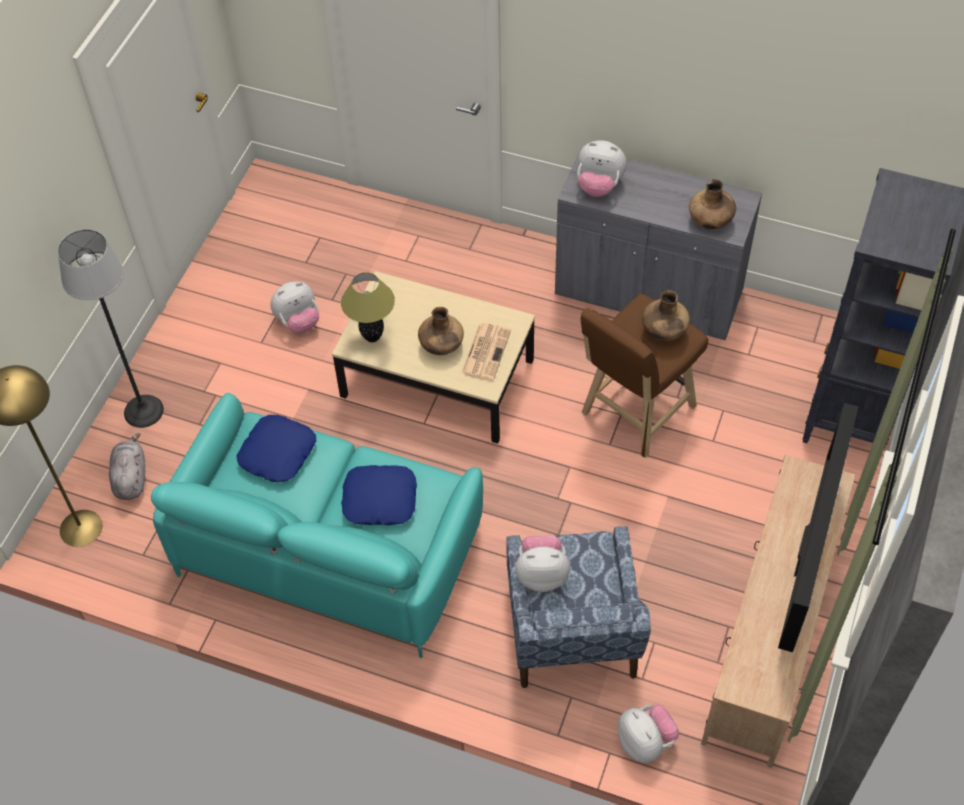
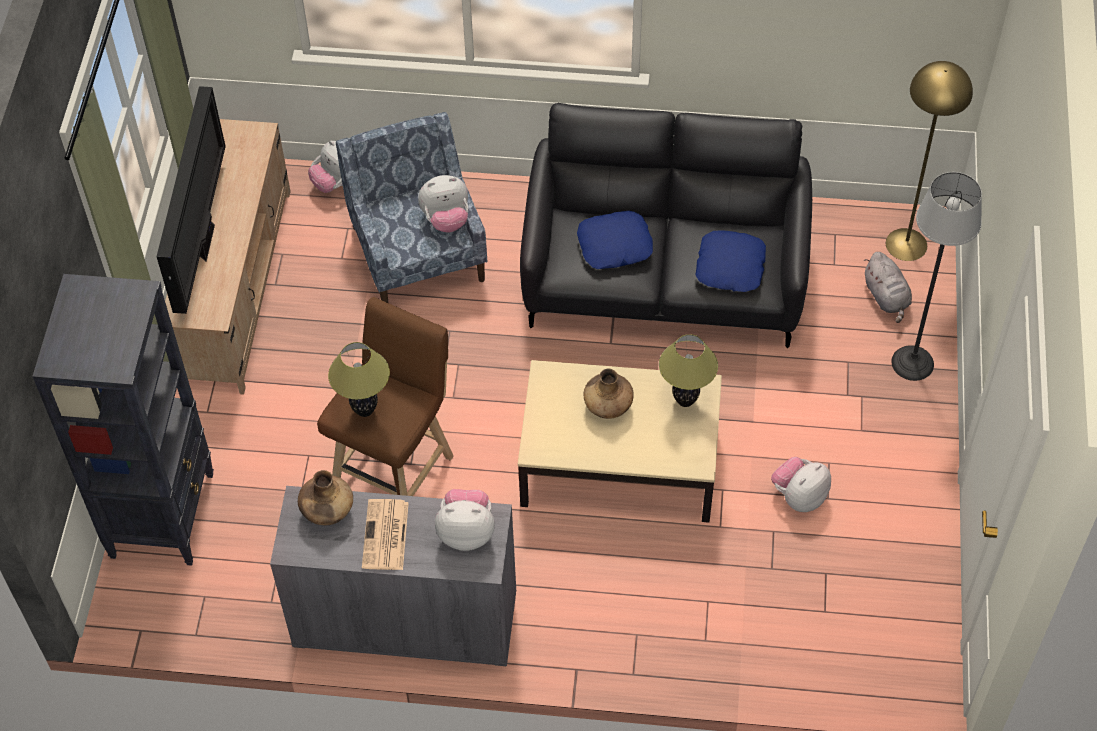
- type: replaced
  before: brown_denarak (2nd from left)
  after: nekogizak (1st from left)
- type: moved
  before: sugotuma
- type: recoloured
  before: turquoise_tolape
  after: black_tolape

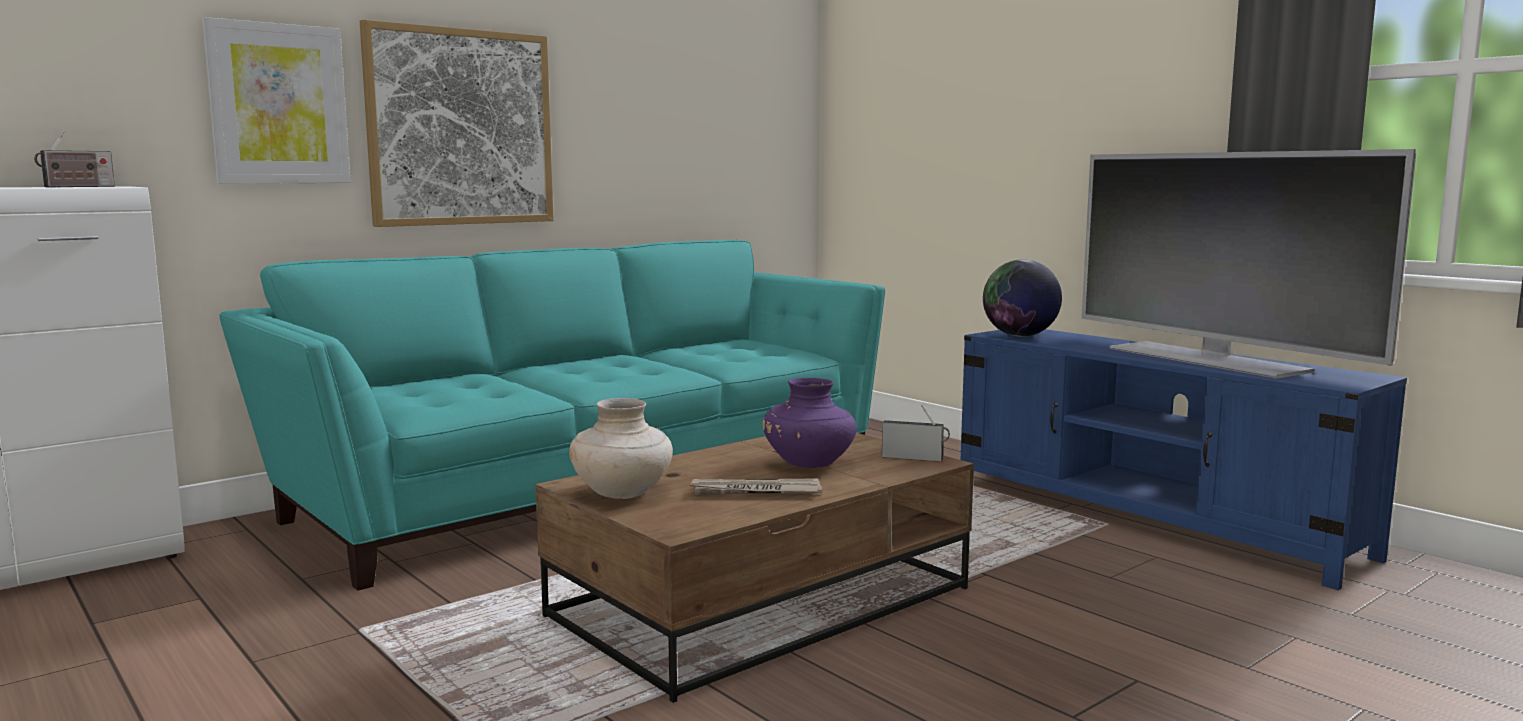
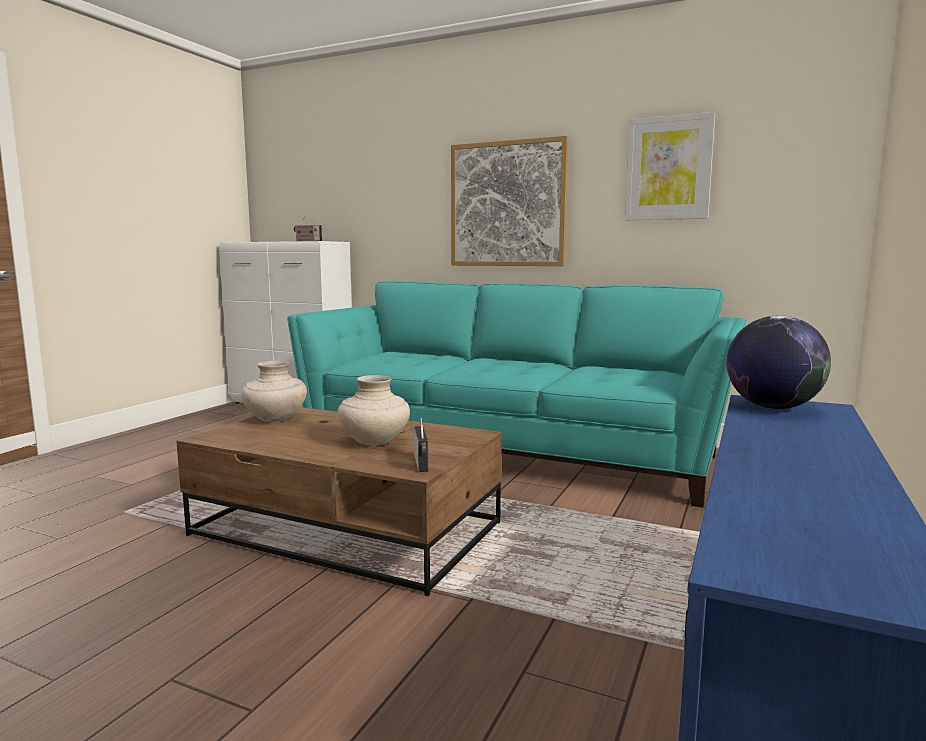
- type: moved
  before: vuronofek (1st from left in the first image)
  after: vuronofek (2nd from left)
- type: removed
  before: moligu
- type: recoloured
  before: purple_denarak
  after: beige_denarak (2nd from left)
- type: removed
  before: sugotuma

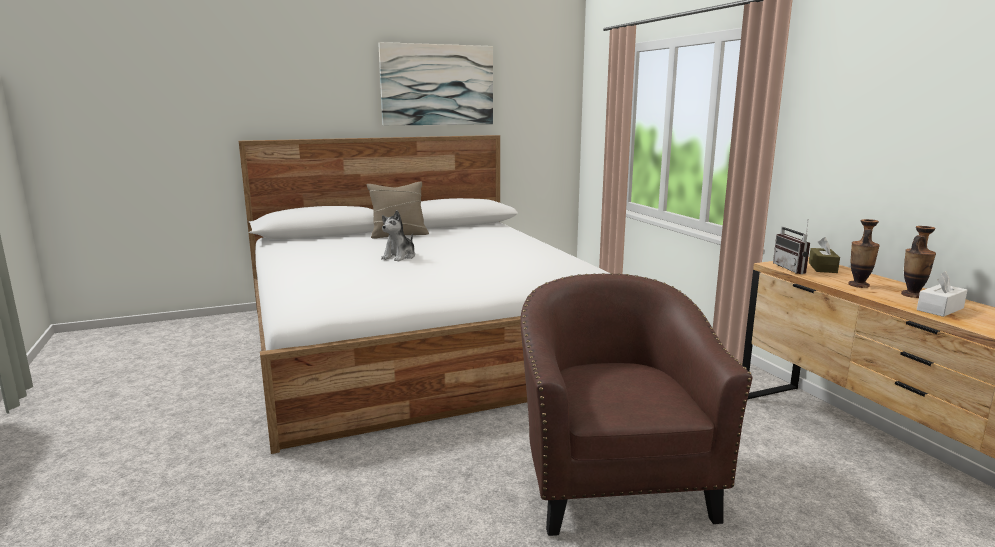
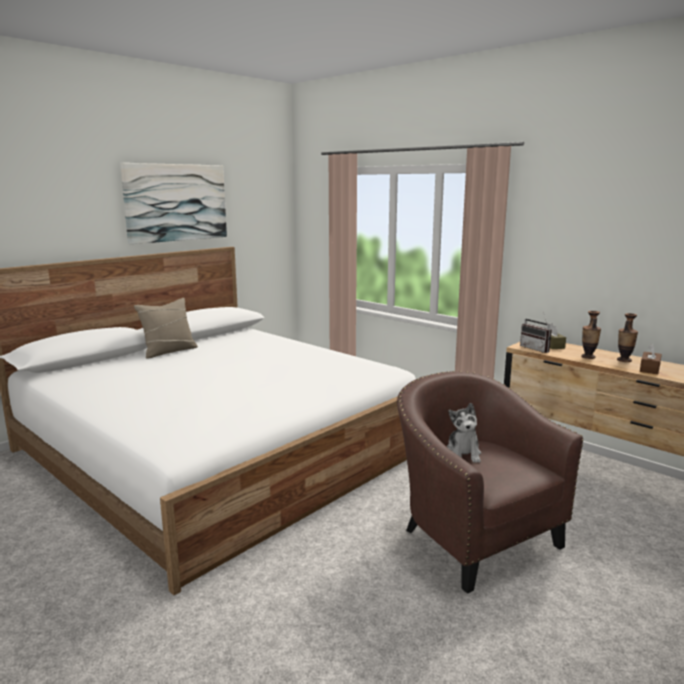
- type: moved
  before: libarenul
- type: recoloured
  before: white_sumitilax
  after: brown_sumitilax (2nd from left)

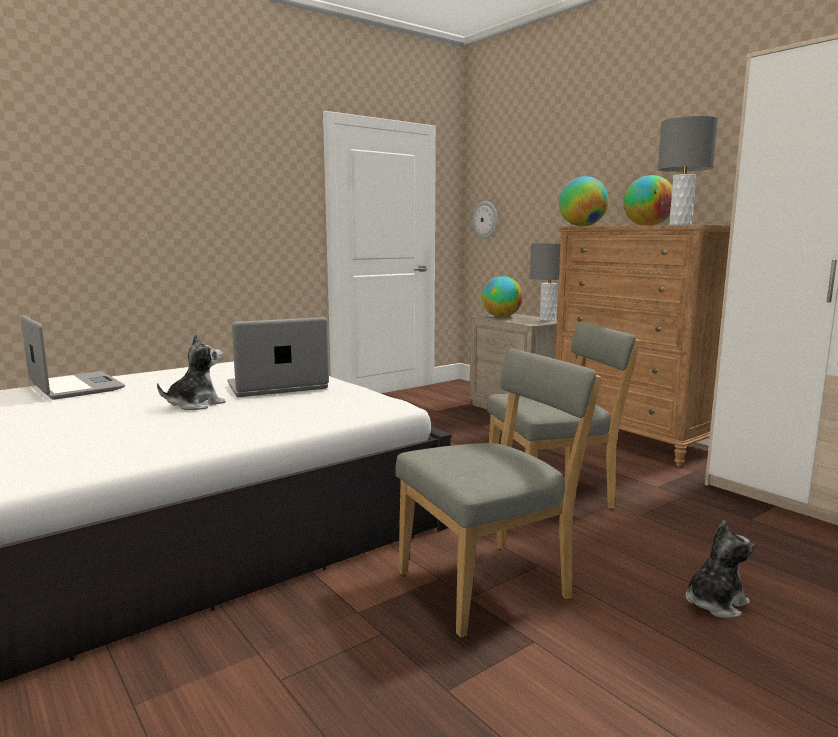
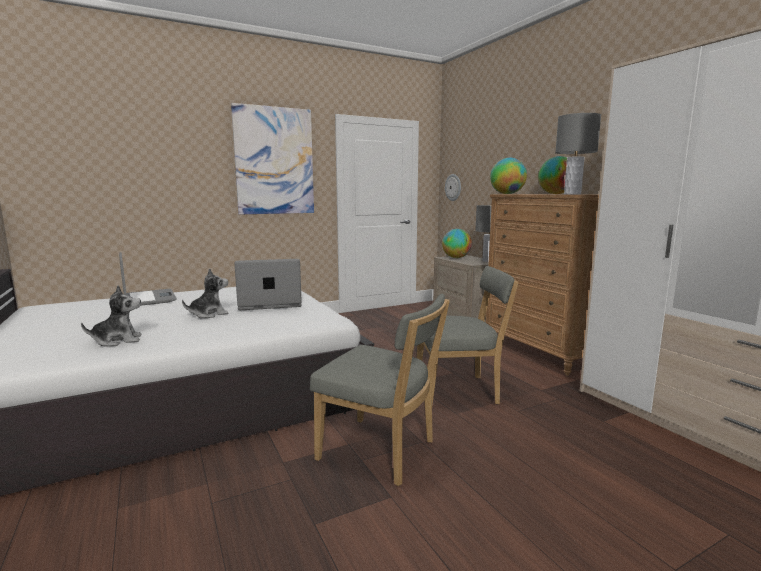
- type: turned
  before: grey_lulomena (1st from left)
  turn: 45
- type: moved
  before: libarenul (2nd from left in the first image)
  after: libarenul (1st from left)
- type: added
  after: vuronofek

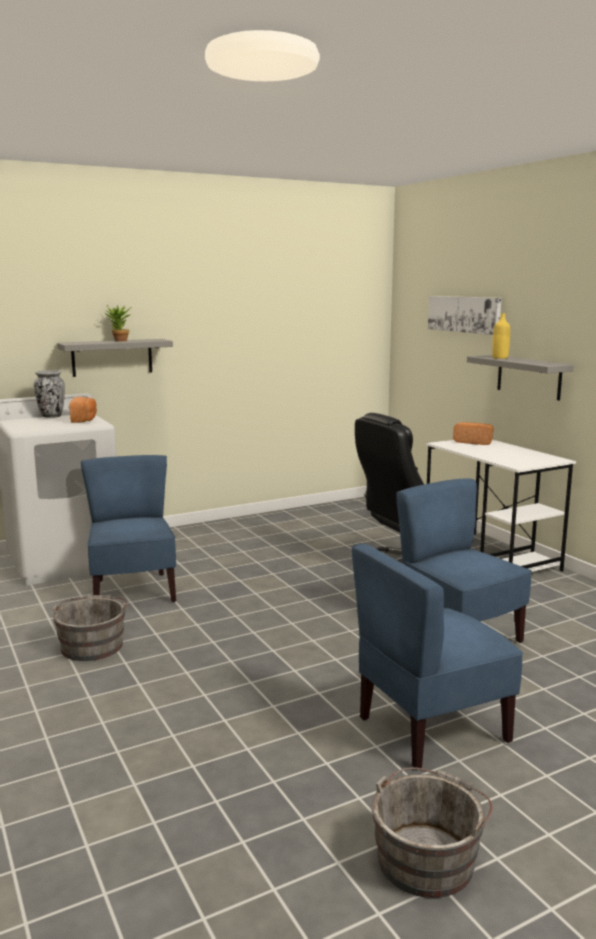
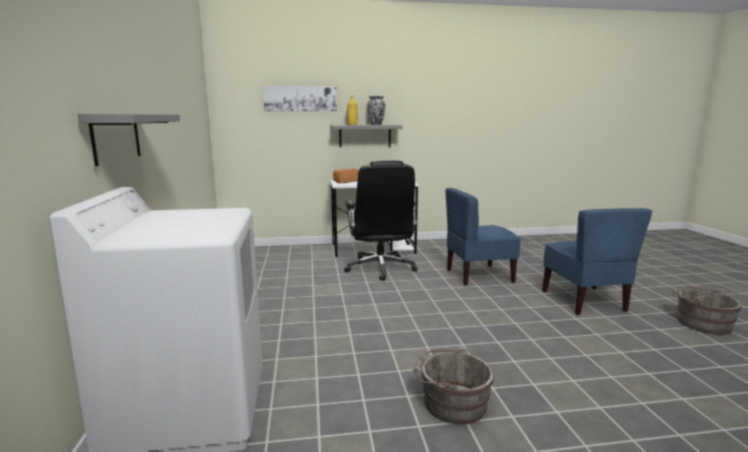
- type: removed
  before: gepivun
- type: moved
  before: denarak
- type: removed
  before: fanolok (1st from left)
- type: removed
  before: blue_lulomena (1st from left)

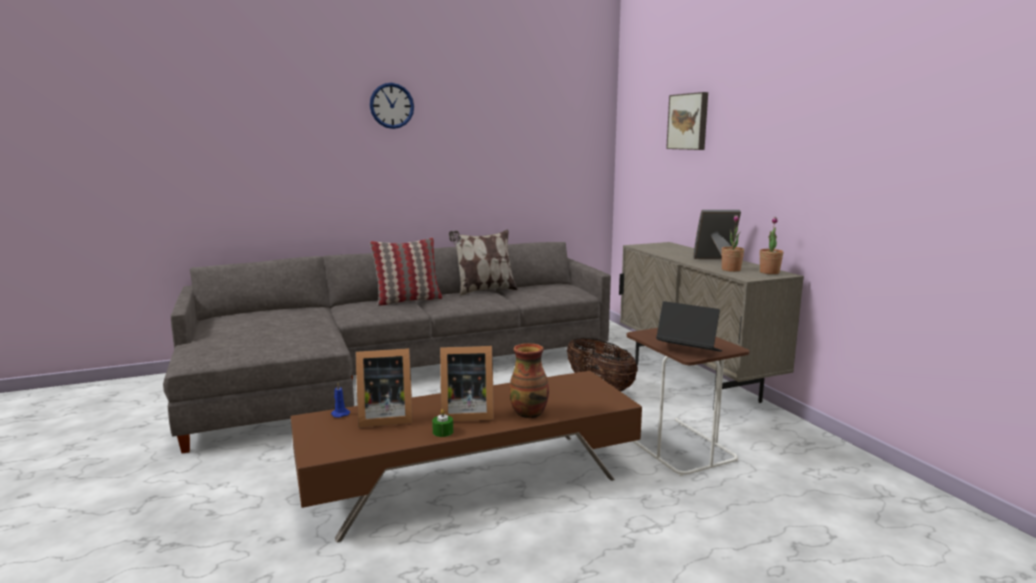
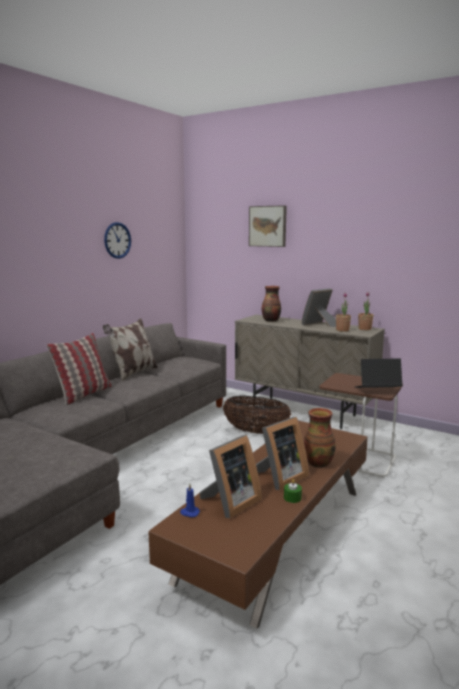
- type: moved
  before: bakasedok
- type: added
  after: denarak (1st from left)

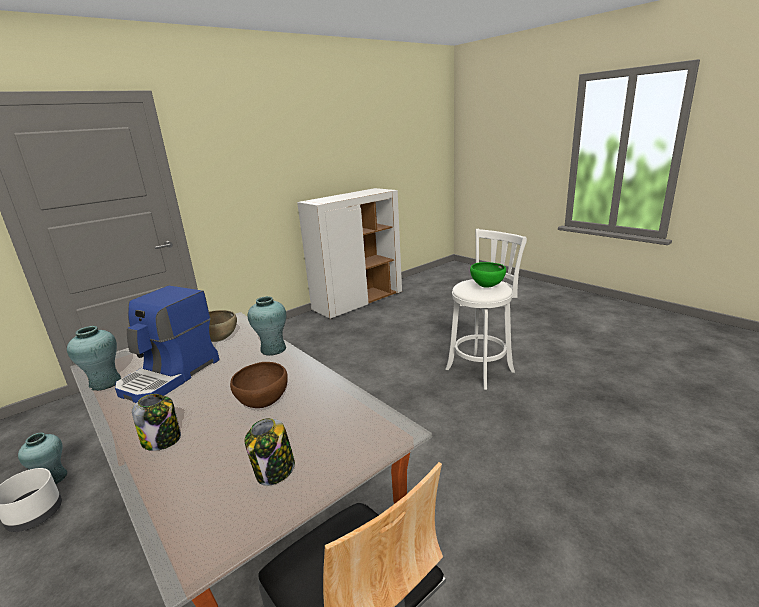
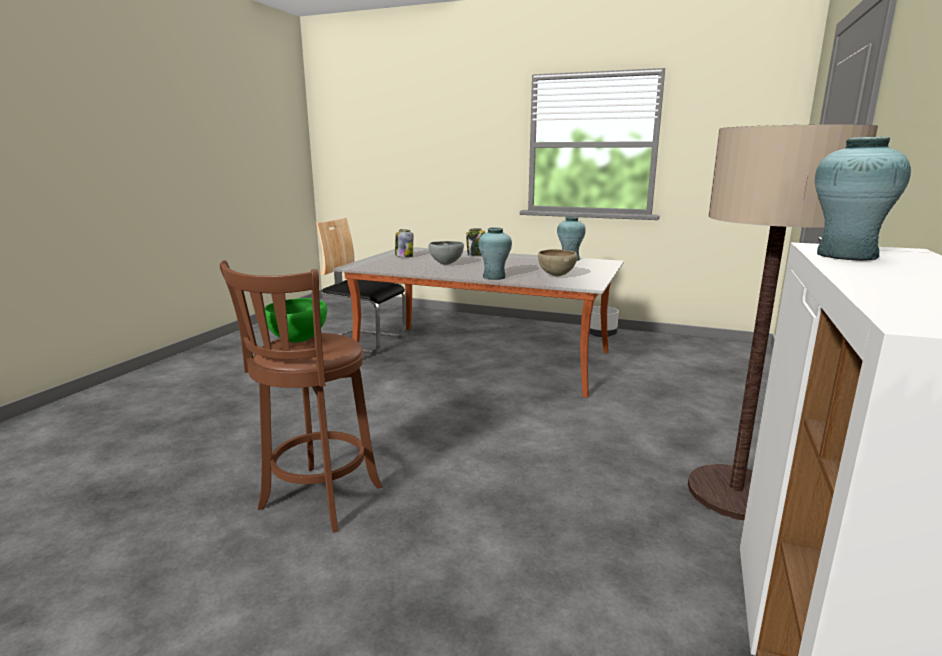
- type: recoloured
  before: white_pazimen
  after: brown_pazimen
- type: removed
  before: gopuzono
- type: recoloured
  before: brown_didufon (2nd from left)
  after: grey_didufon
- type: moved
  before: turquoise_denarak (1st from left in the first image)
  after: turquoise_denarak (3rd from left)
- type: added
  after: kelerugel

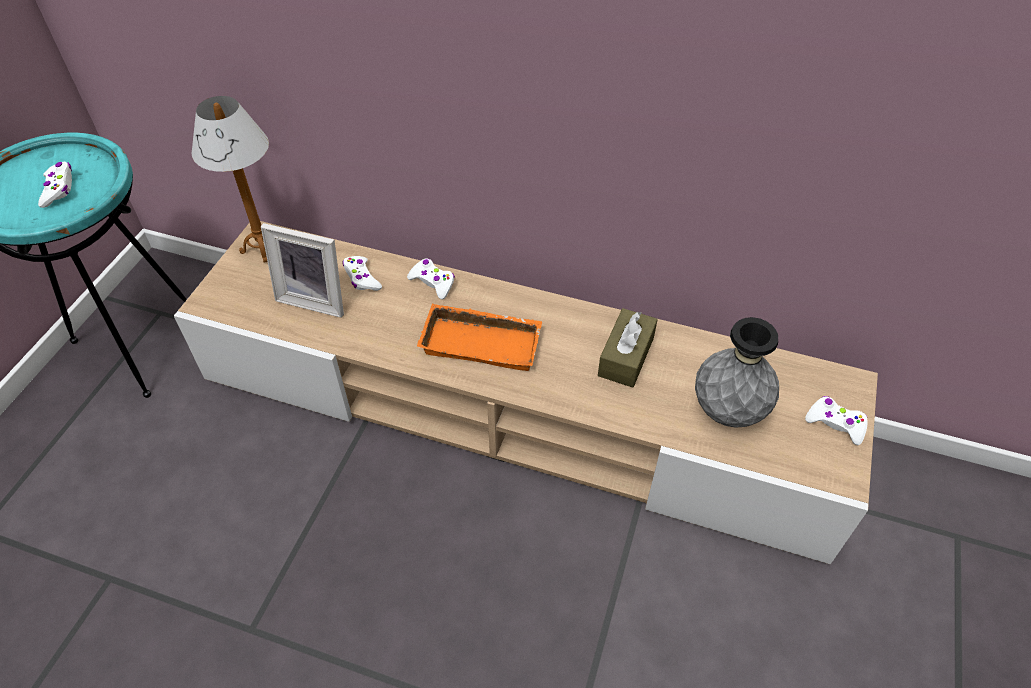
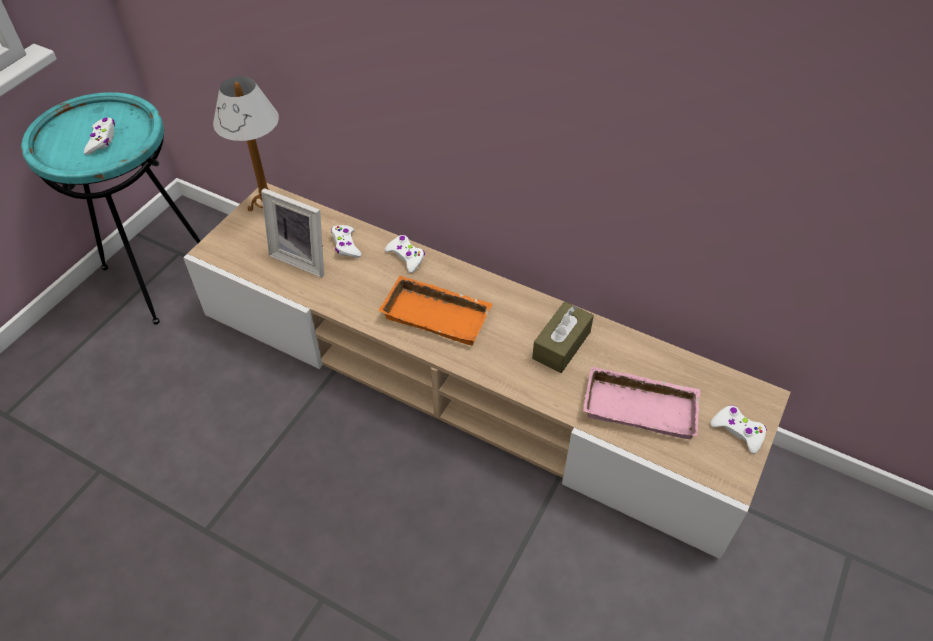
- type: replaced
  before: grey_denarak
  after: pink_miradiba

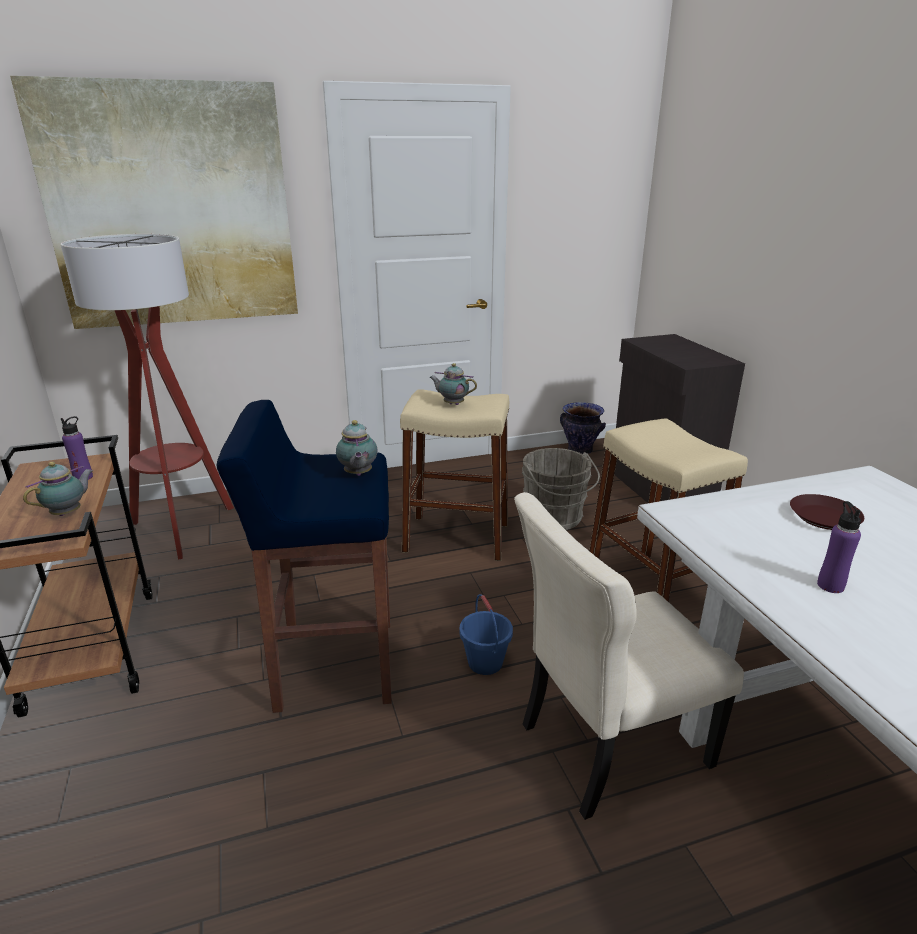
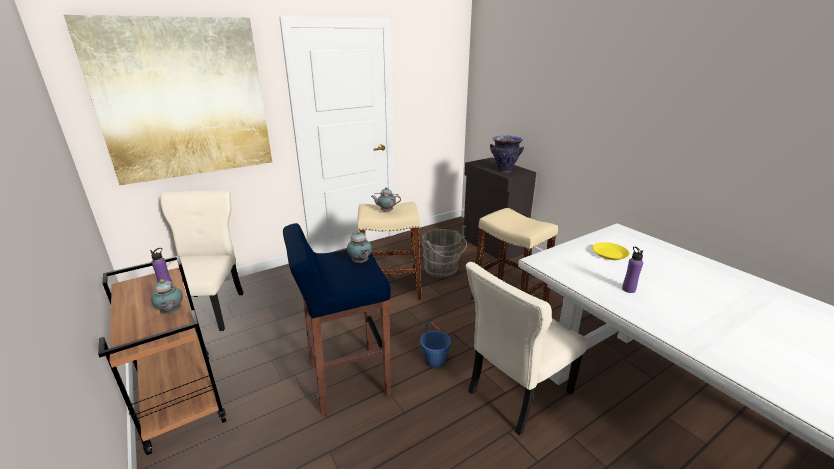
- type: replaced
  before: kelerugel
  after: beige_lulomena (1st from left)
- type: moved
  before: denarak
- type: turned
  before: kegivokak (1st from left)
  turn: 135
- type: recoloured
  before: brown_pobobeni
  after: yellow_pobobeni

